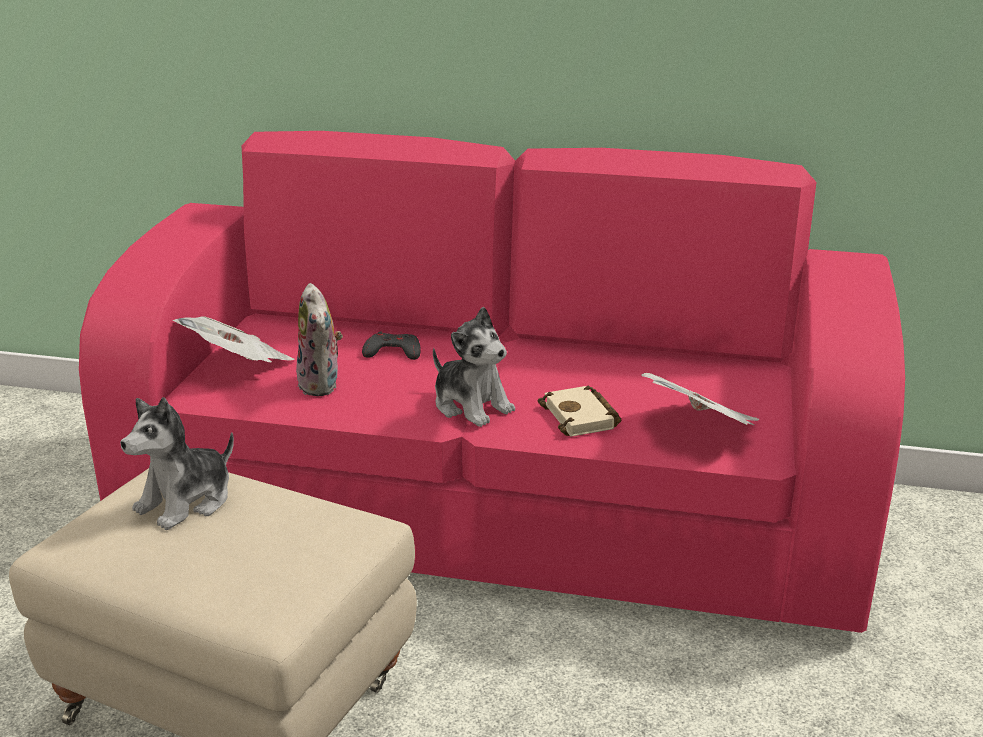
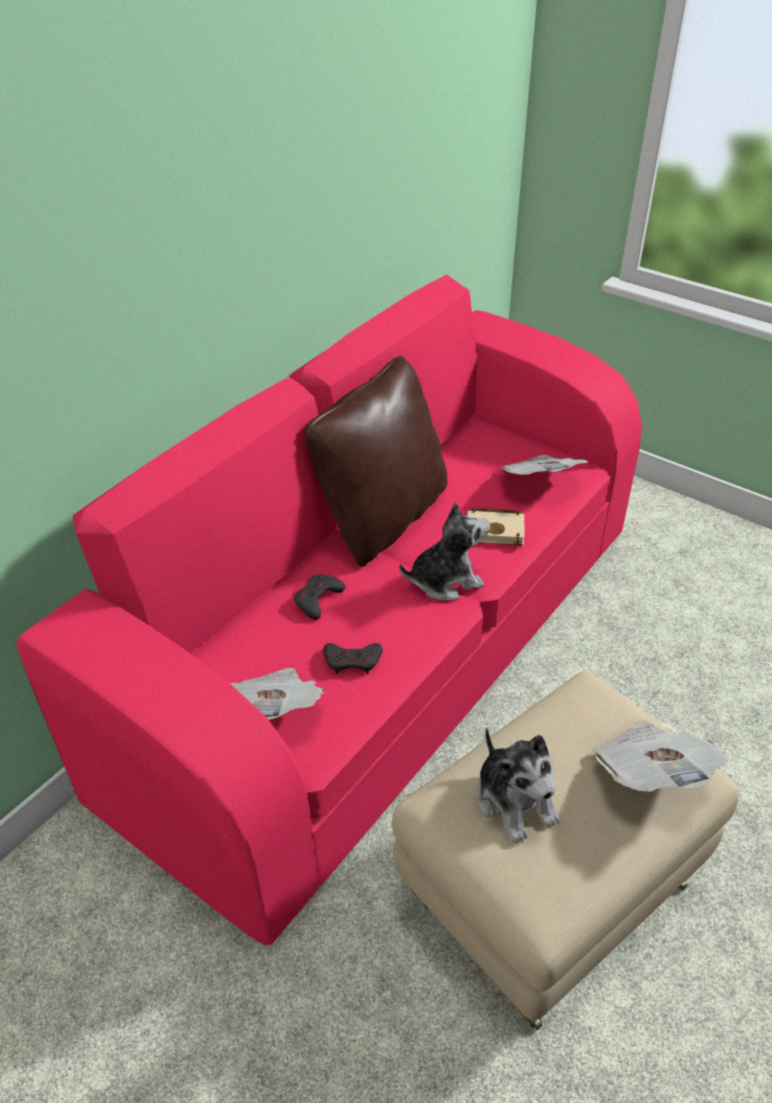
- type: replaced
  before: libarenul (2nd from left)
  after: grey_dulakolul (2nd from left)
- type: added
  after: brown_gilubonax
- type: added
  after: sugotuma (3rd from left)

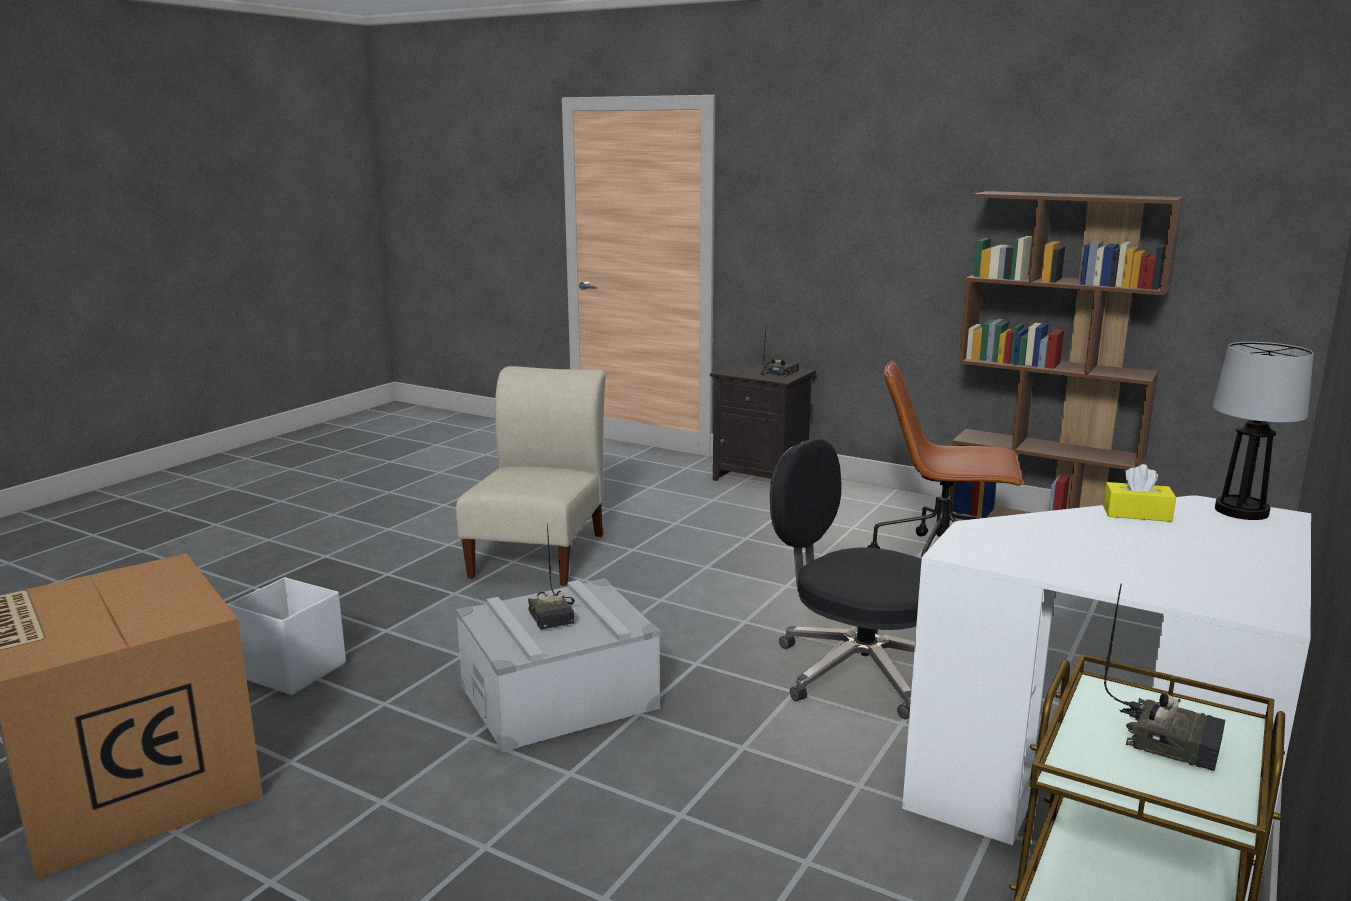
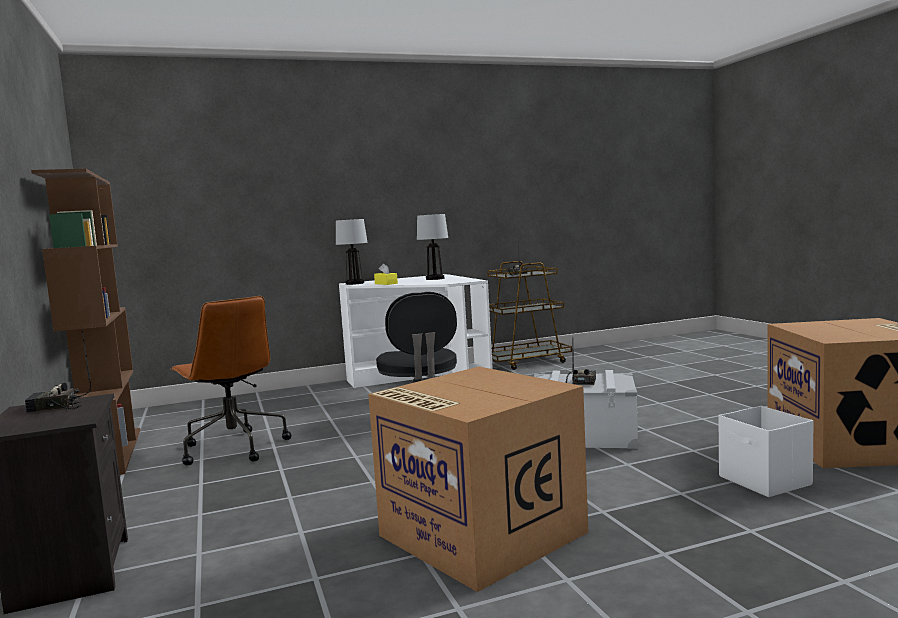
- type: replaced
  before: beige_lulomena
  after: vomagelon (1st from left)
- type: added
  after: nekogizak (2nd from left)

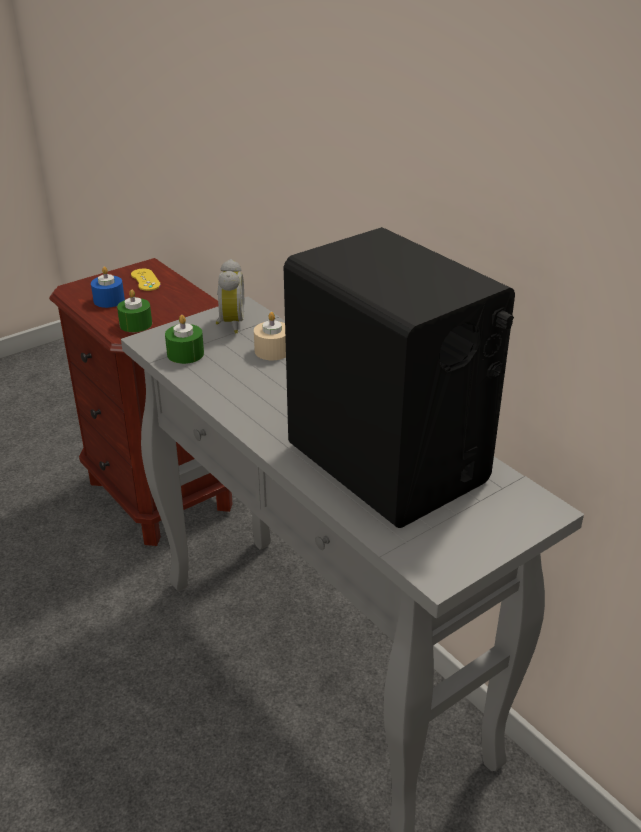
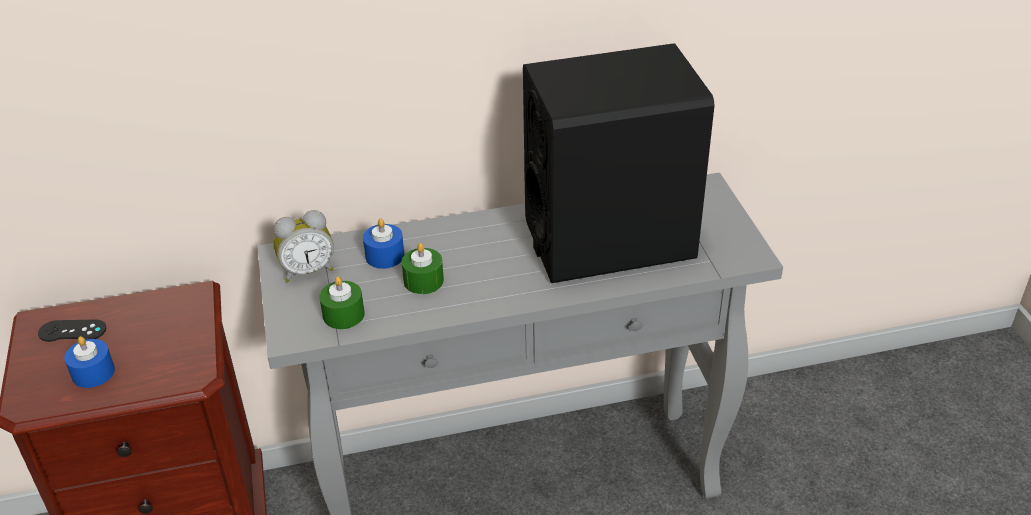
- type: turned
  before: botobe
  turn: 135
- type: recoloured
  before: yellow_dulakolul
  after: black_dulakolul
- type: moved
  before: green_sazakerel (1st from left in the first image)
  after: green_sazakerel (2nd from left)
- type: recoloured
  before: beige_sazakerel
  after: blue_sazakerel (2nd from left)

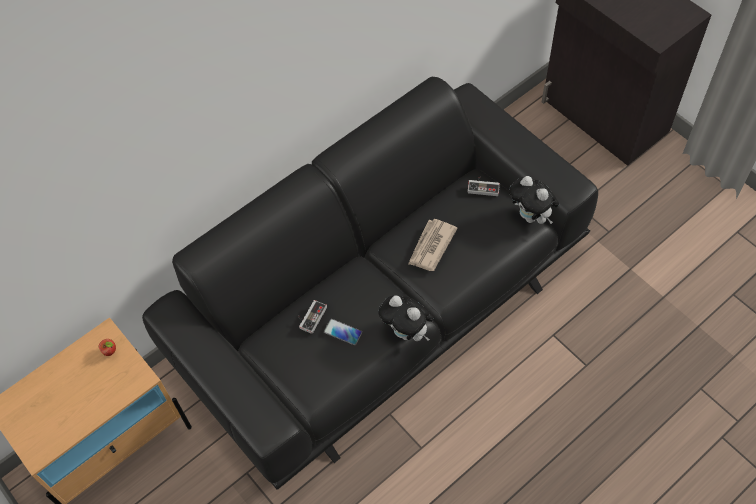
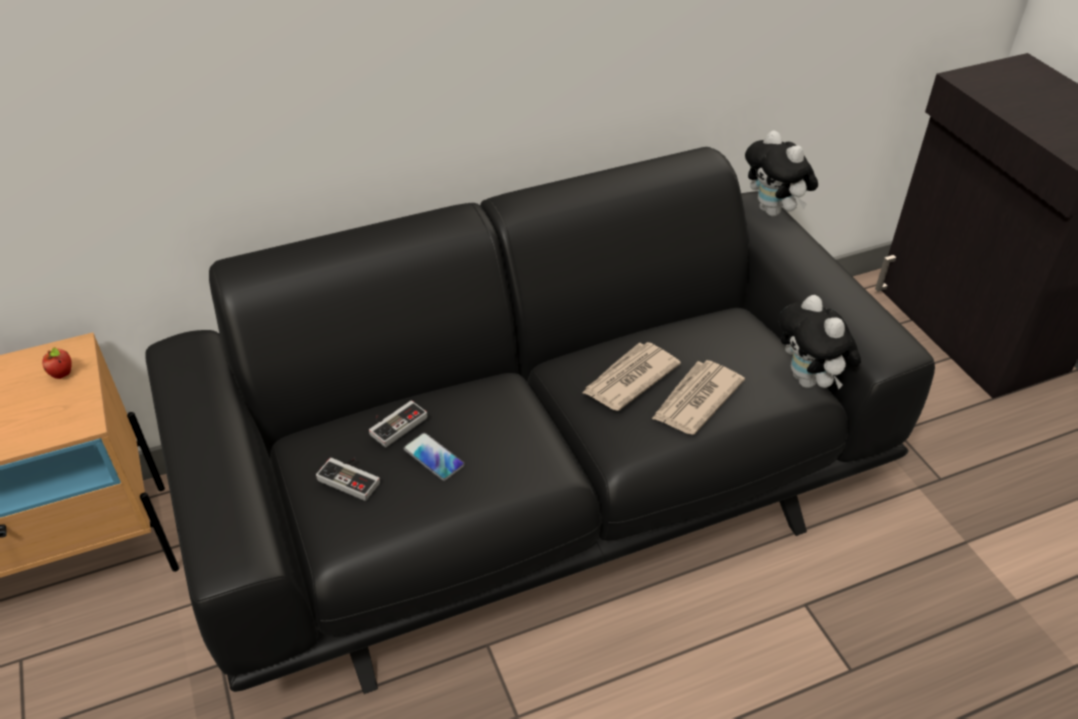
- type: moved
  before: dulakolul (2nd from left in the first image)
  after: dulakolul (1st from left)
- type: moved
  before: libarenul (1st from left)
- type: added
  after: sugotuma (2nd from left)

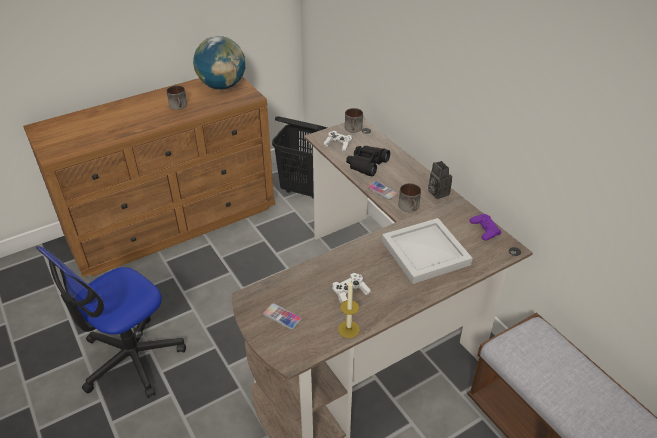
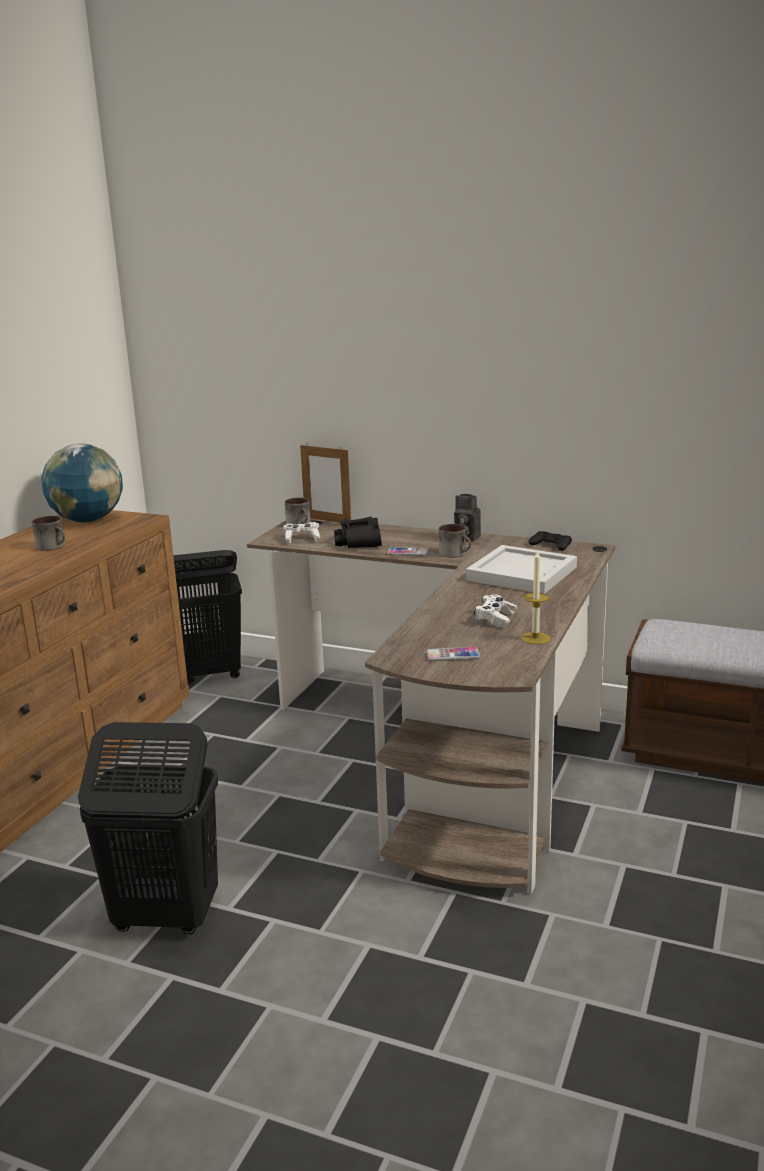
- type: recoloured
  before: purple_dulakolul
  after: black_dulakolul
- type: replaced
  before: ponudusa
  after: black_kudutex (1st from left)
- type: added
  after: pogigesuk

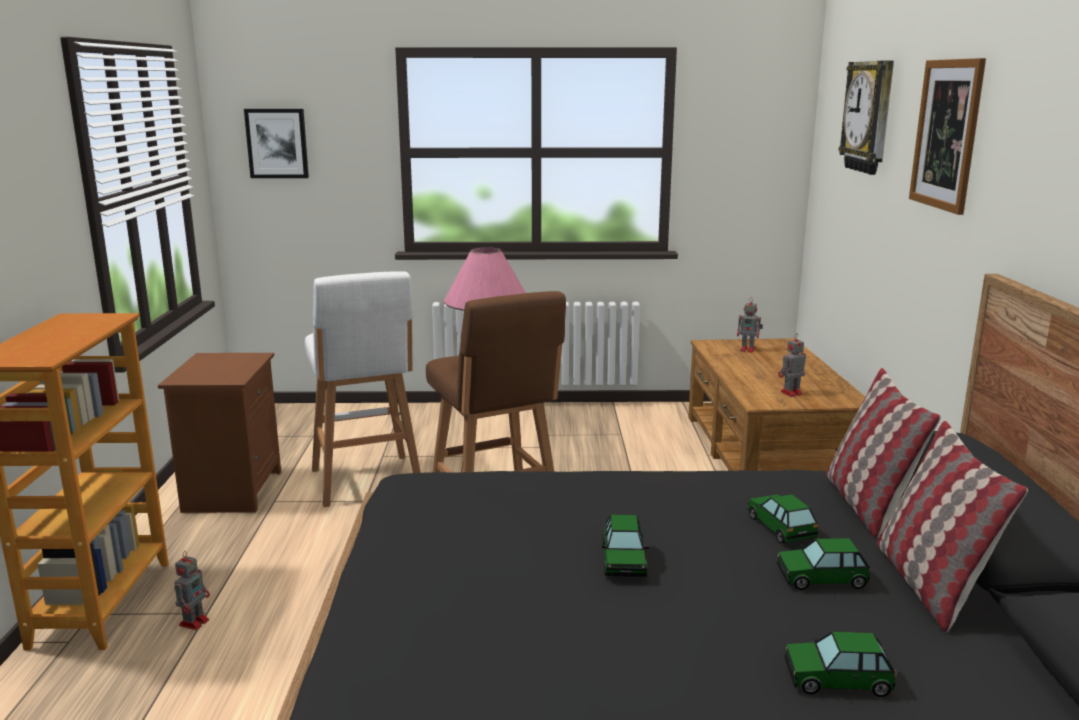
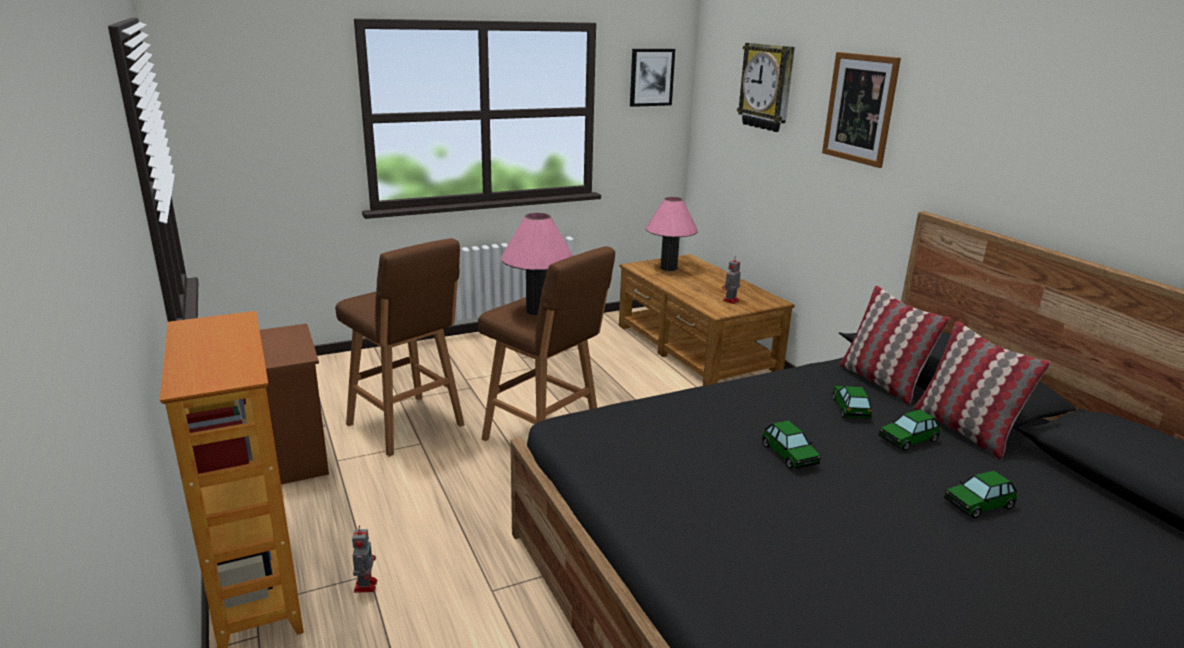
- type: moved
  before: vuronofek (1st from left)
- type: recoloured
  before: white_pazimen
  after: brown_pazimen (1st from left)
- type: replaced
  before: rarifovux (2nd from left)
  after: pink_nekogizak (2nd from left)
- type: turned
  before: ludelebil (2nd from left)
  turn: 45

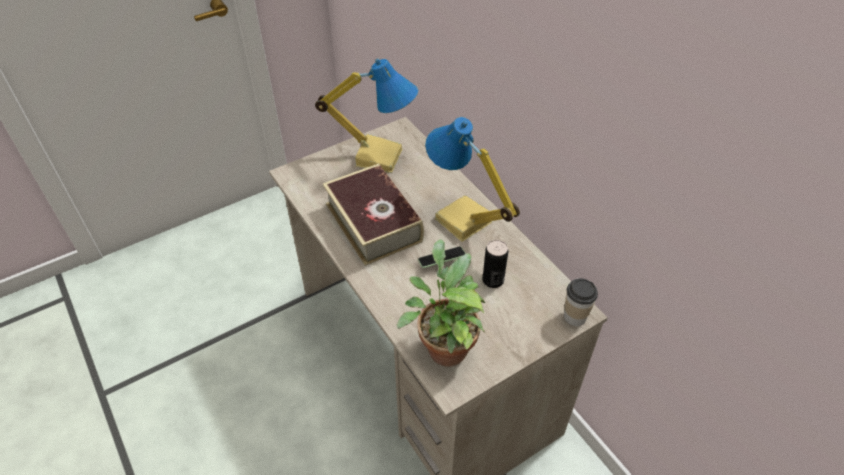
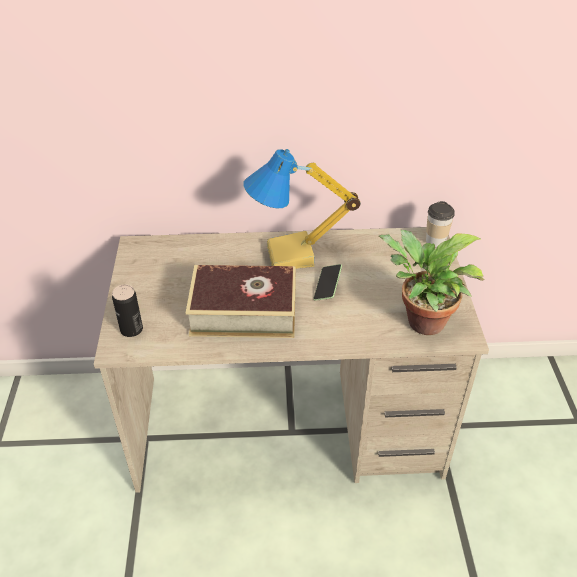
- type: removed
  before: nekogizak (1st from left)
- type: moved
  before: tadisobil

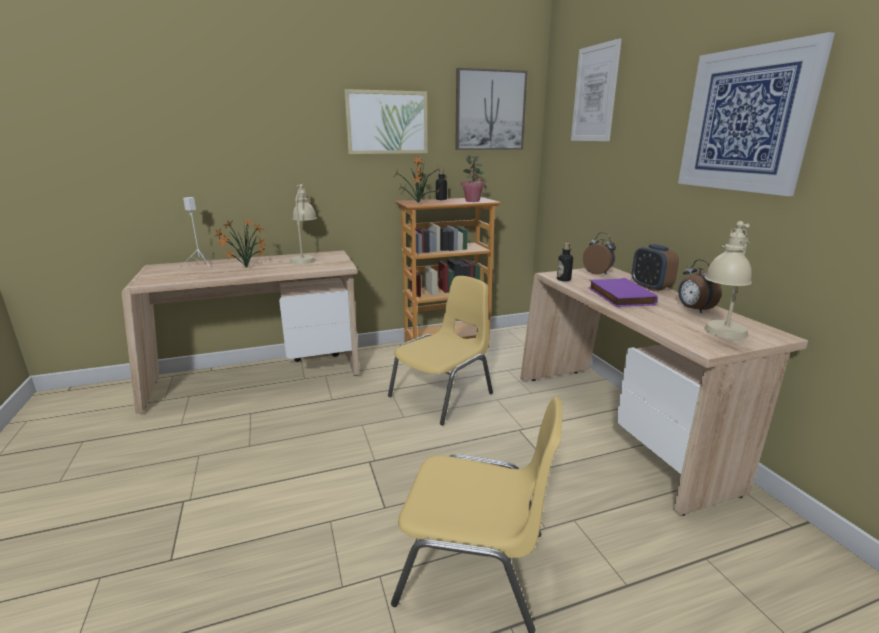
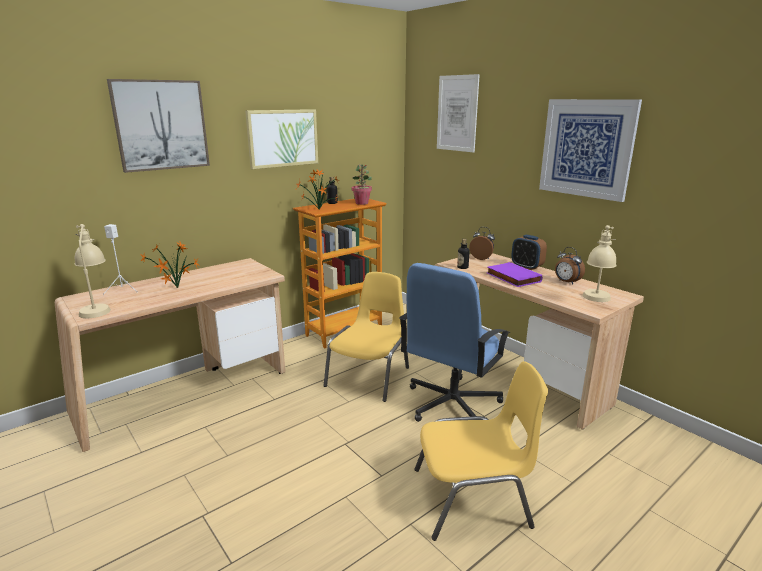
- type: moved
  before: vuronofek (2nd from left in the first image)
  after: vuronofek (1st from left)
- type: moved
  before: beige_nekogizak (1st from left)
- type: added
  after: blue_ponudusa

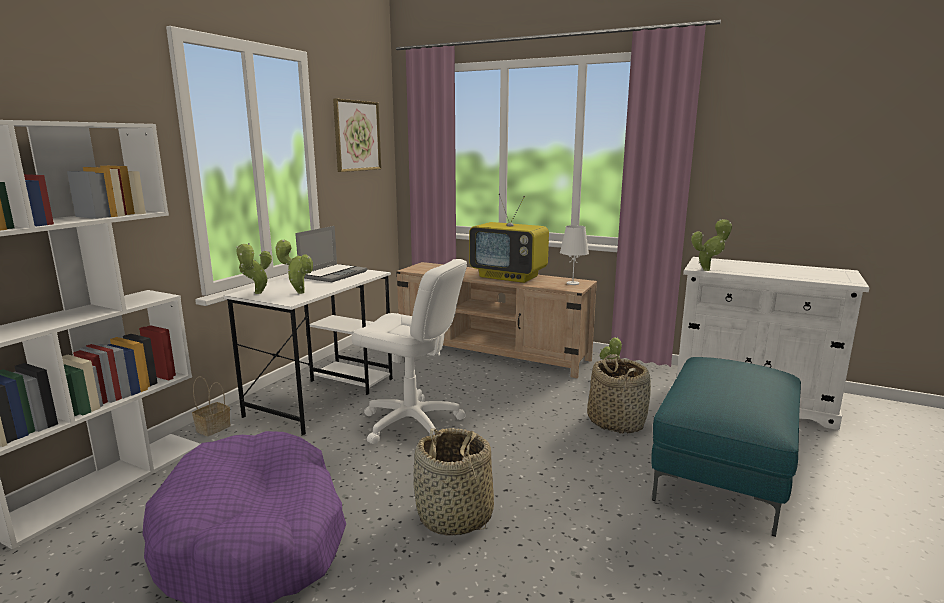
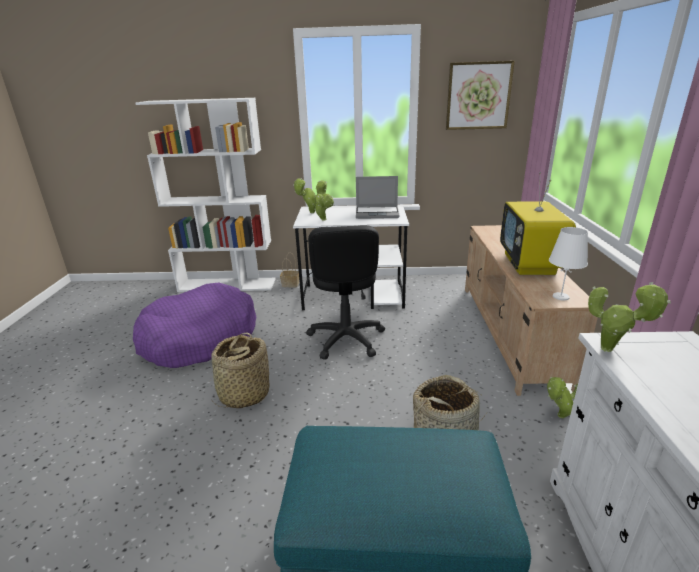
- type: recoloured
  before: white_ponudusa
  after: black_ponudusa

